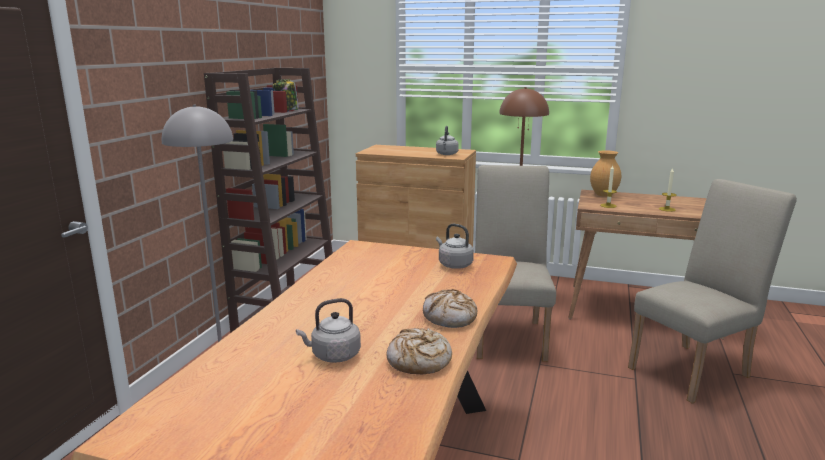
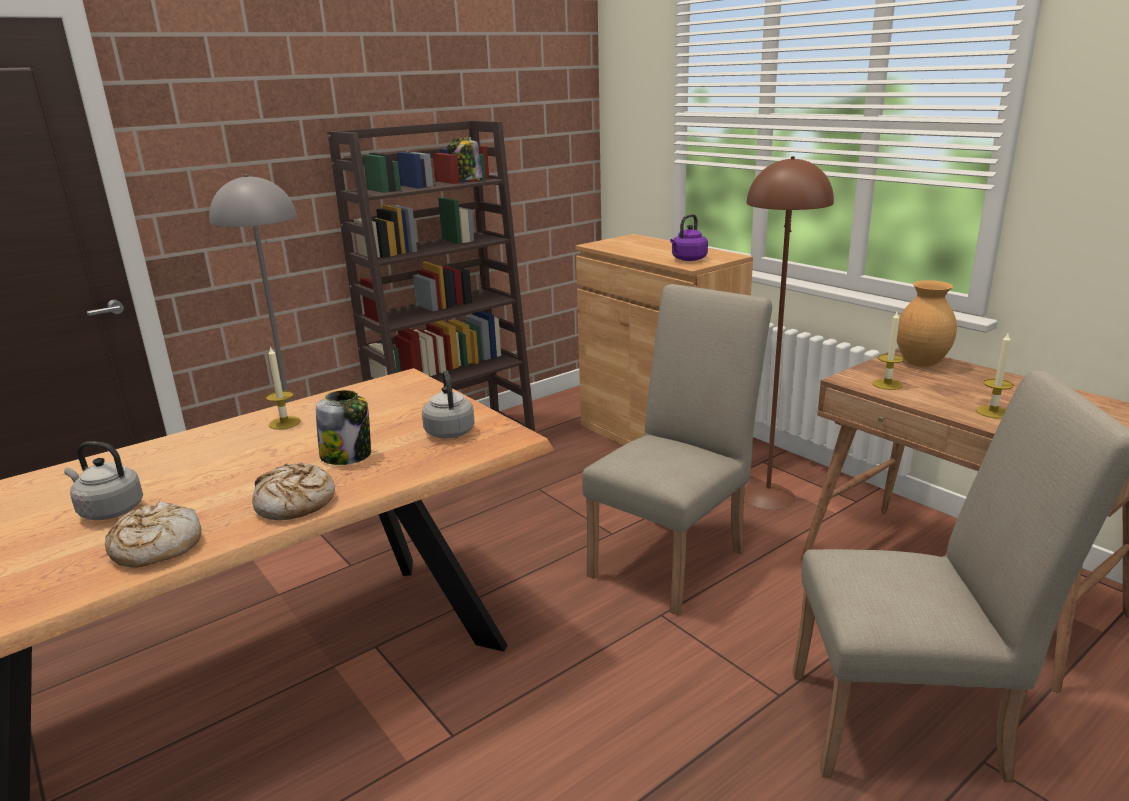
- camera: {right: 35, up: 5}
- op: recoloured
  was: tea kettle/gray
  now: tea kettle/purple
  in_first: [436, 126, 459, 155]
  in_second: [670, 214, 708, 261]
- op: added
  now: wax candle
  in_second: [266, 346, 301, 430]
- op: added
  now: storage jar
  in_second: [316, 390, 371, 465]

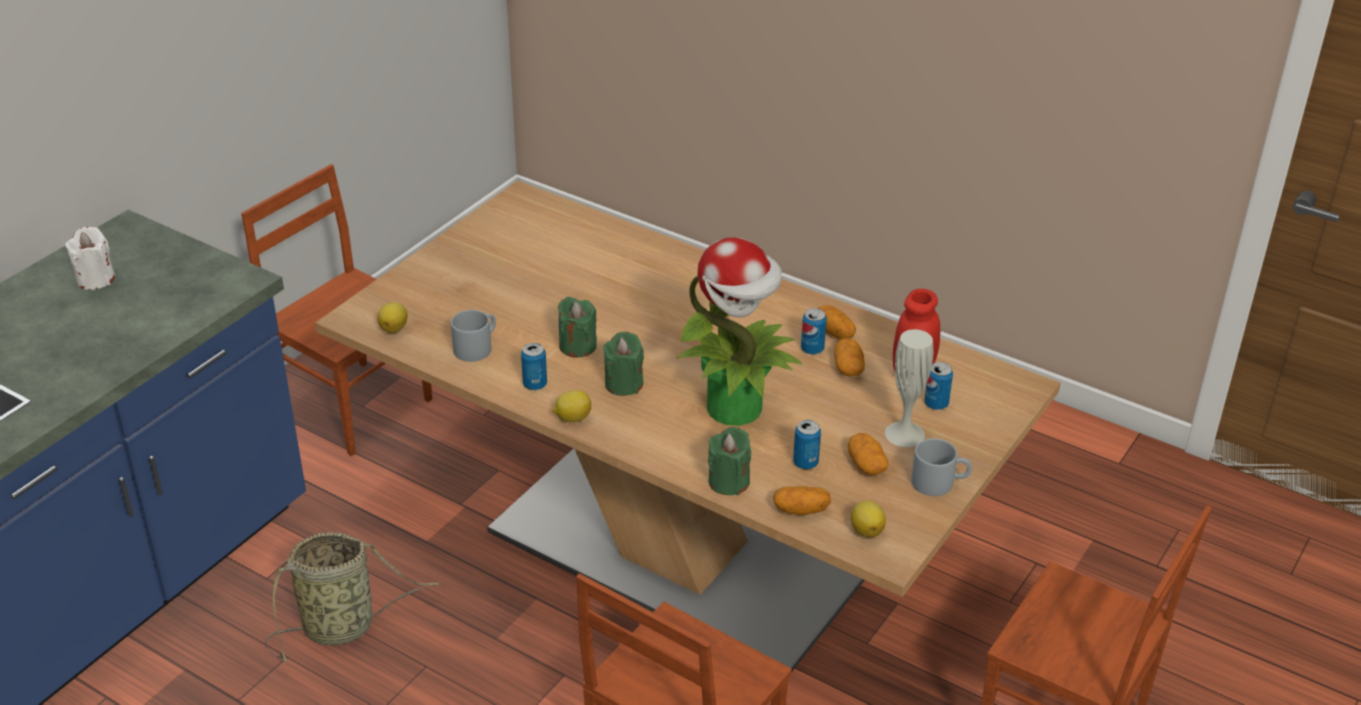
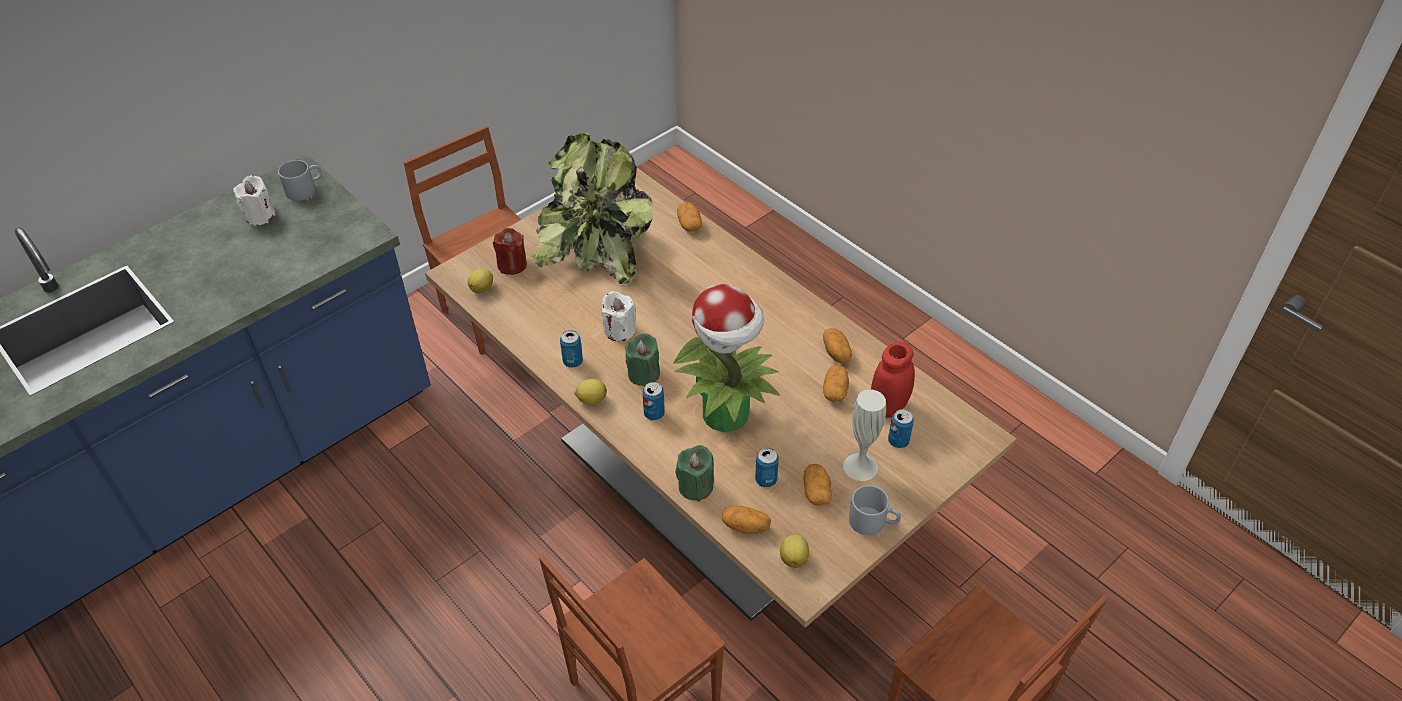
- camera: {right: 15, up: 10}
- op: recoloured
  was: wax candle/green-coloured
  now: wax candle/white
  in_first: [558, 297, 597, 358]
  in_second: [602, 291, 637, 342]
- op: moved
  was: sealed can
  in_first: [801, 308, 827, 355]
  in_second: [642, 382, 665, 420]
- op: moved
  was: coffee mug/gray
  in_first: [451, 310, 496, 362]
  in_second: [278, 160, 322, 201]
- op: removed
  was: storage basket
  in_first: [264, 532, 440, 662]
- op: added
  now: houseplant
  in_second: [532, 133, 653, 284]
- op: added
  now: potato
  in_second: [677, 202, 702, 232]
- op: added
  now: wax candle/red-coloured
  in_second: [493, 228, 527, 275]

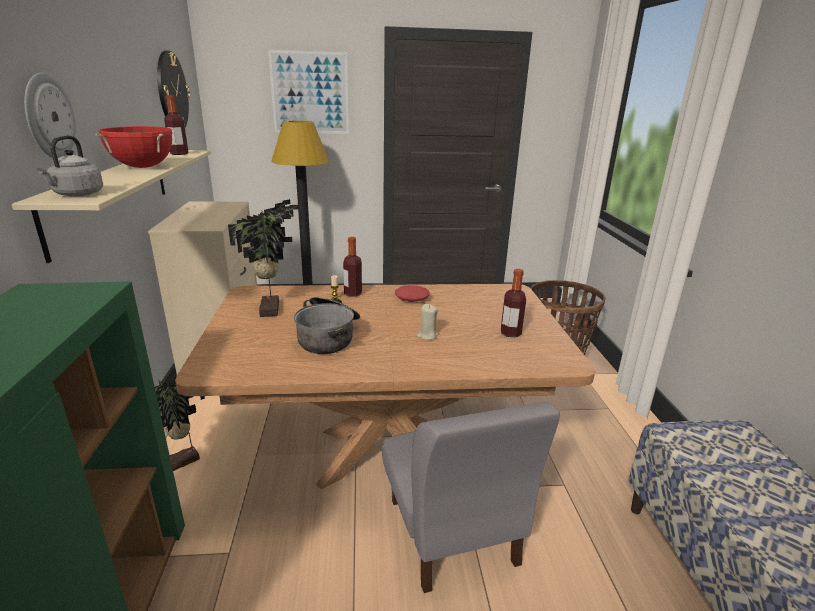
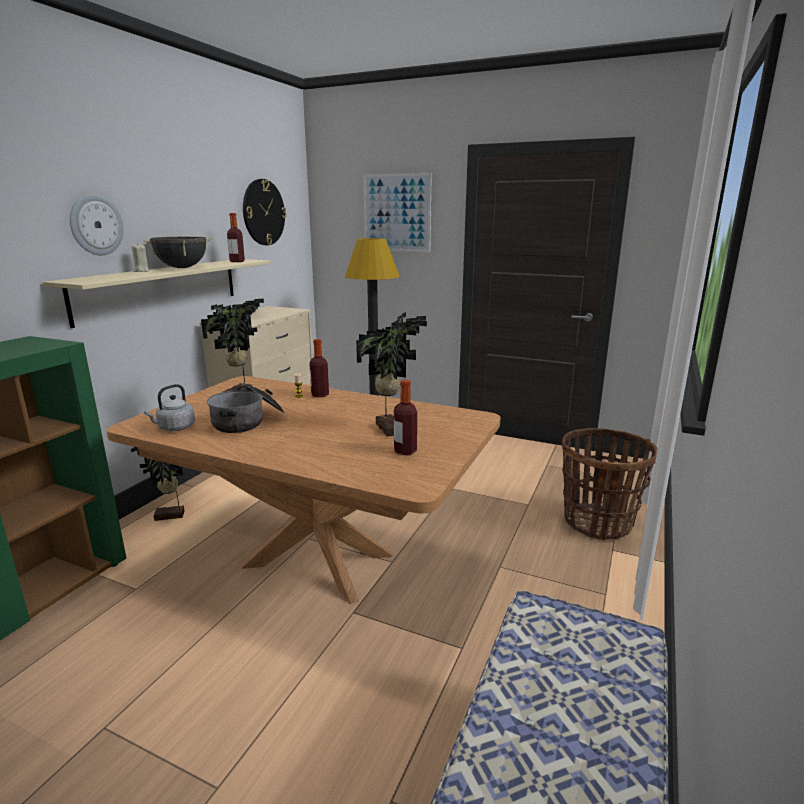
- camera: {right: 30, up: -5}
- op: recoloured
  was: cooking pot/red-coloured
  now: cooking pot/black
  in_first: [95, 126, 173, 168]
  in_second: [143, 237, 212, 268]
- op: moved
  was: tea kettle/gray
  in_first: [37, 135, 103, 197]
  in_second: [144, 384, 195, 431]
- op: removed
  was: plate/red-coloured
  in_first: [395, 285, 430, 302]
- op: moved
  was: wax candle/beige-coloured
  in_first: [417, 304, 438, 340]
  in_second: [131, 243, 150, 272]
- op: removed
  was: plain chair/gray
  in_first: [382, 402, 560, 593]
- op: added
  now: houseplant
  in_second: [356, 312, 427, 436]

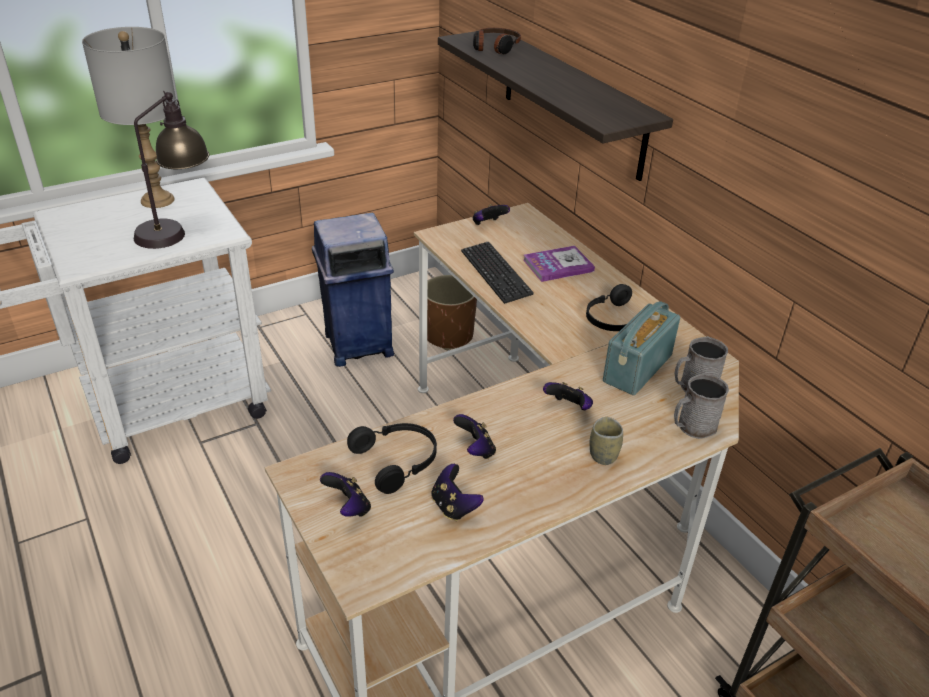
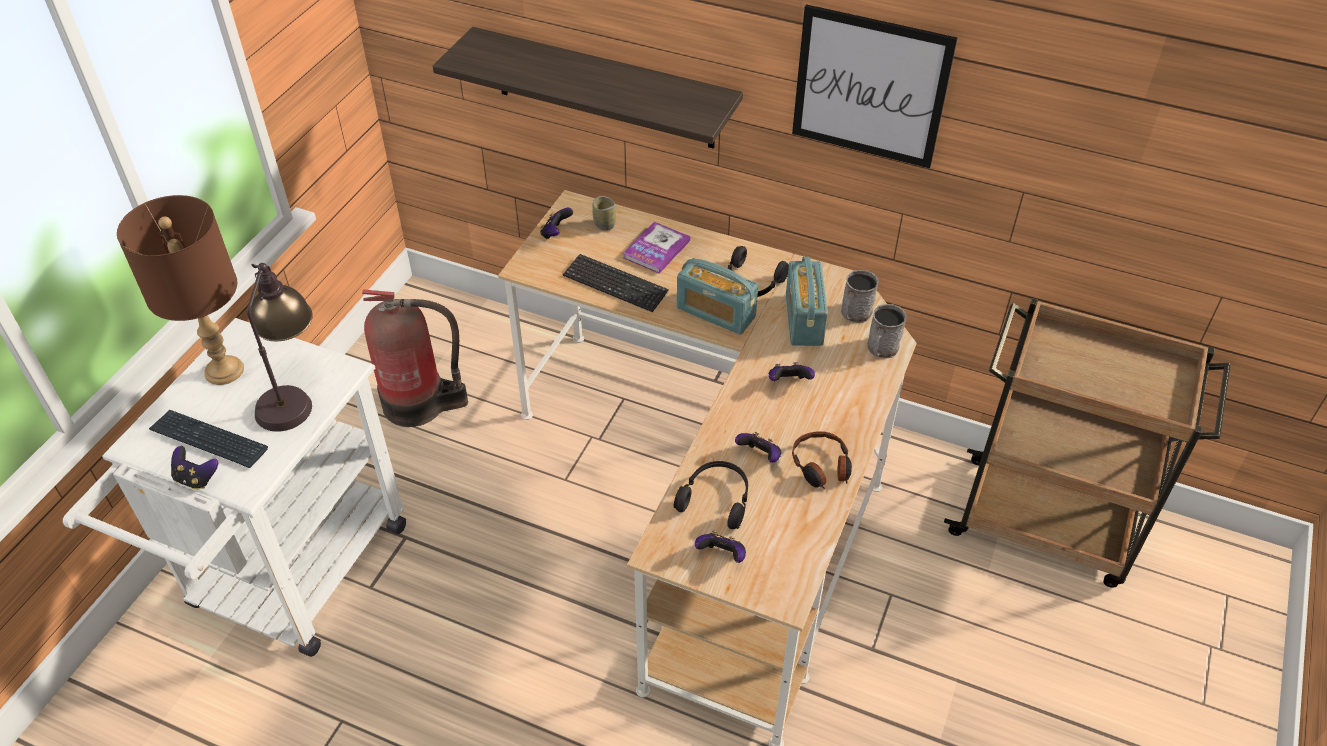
- camera: {right: -35, up: 10}
- op: recoloured
  was: lamp for a table/gray
  now: lamp for a table/brownish
  in_first: [82, 27, 177, 208]
  in_second: [117, 195, 244, 385]
- op: moved
  was: pair of headphones
  in_first: [473, 28, 521, 54]
  in_second: [792, 431, 852, 489]
- op: replaced
  was: trash can/blue-coloured
  now: fire extinguisher
  in_first: [312, 213, 394, 367]
  in_second: [362, 289, 468, 427]
- op: removed
  was: flower pot/brownish
  in_first: [427, 275, 477, 350]
- op: moved
  was: small cup
  in_first: [590, 417, 623, 465]
  in_second: [592, 196, 616, 231]
- op: moved
  was: gamepad
  in_first: [431, 464, 484, 521]
  in_second: [171, 446, 218, 489]
- op: added
  now: wall picture
  in_second: [792, 4, 958, 168]
- op: added
  now: radio set
  in_second: [677, 258, 758, 335]
- op: added
  now: keyboard
  in_second: [149, 409, 268, 468]

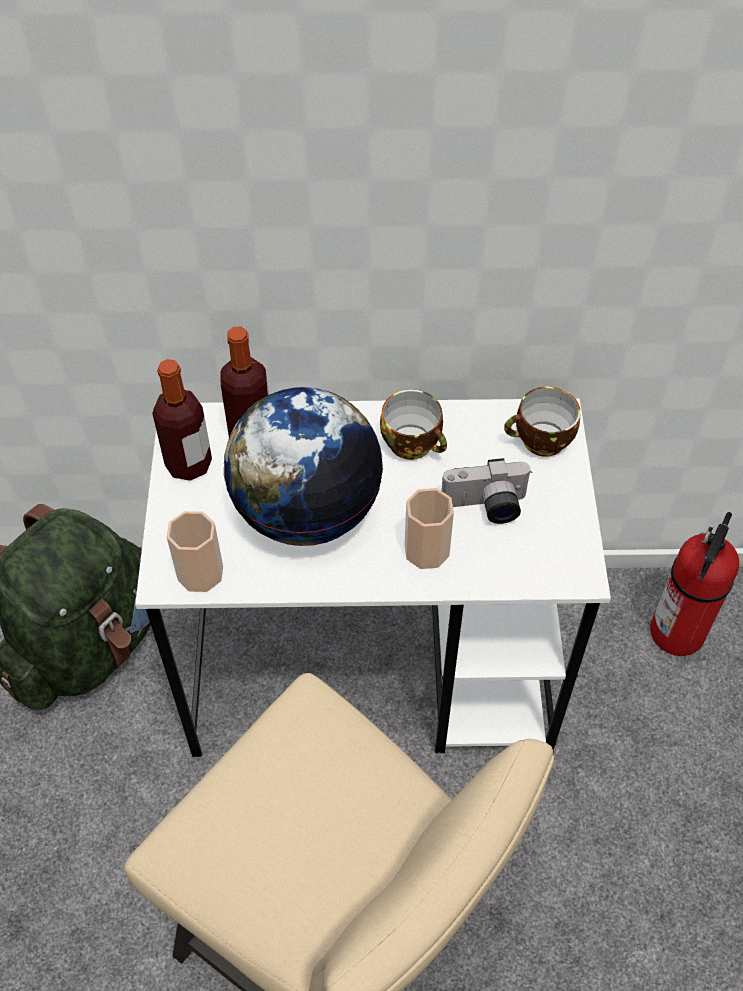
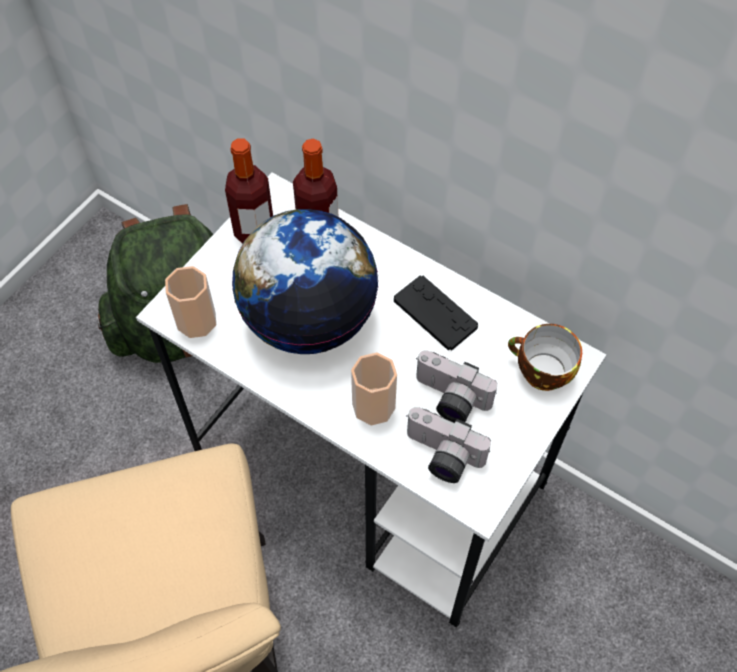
- camera: {right: 35, up: 5}
- op: replaced
  was: small cup
  now: gamepad/black
  in_first: [380, 390, 447, 460]
  in_second: [394, 276, 478, 351]
- op: removed
  was: fire extinguisher
  in_first: [650, 512, 739, 656]
- op: added
  now: still camera
  in_second: [406, 407, 491, 483]

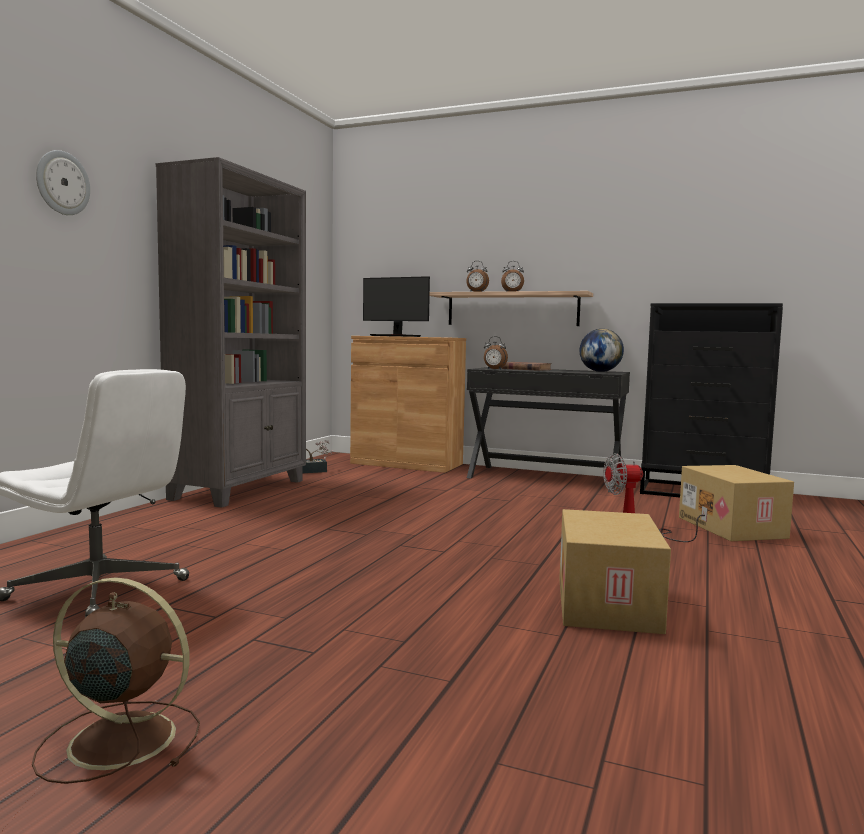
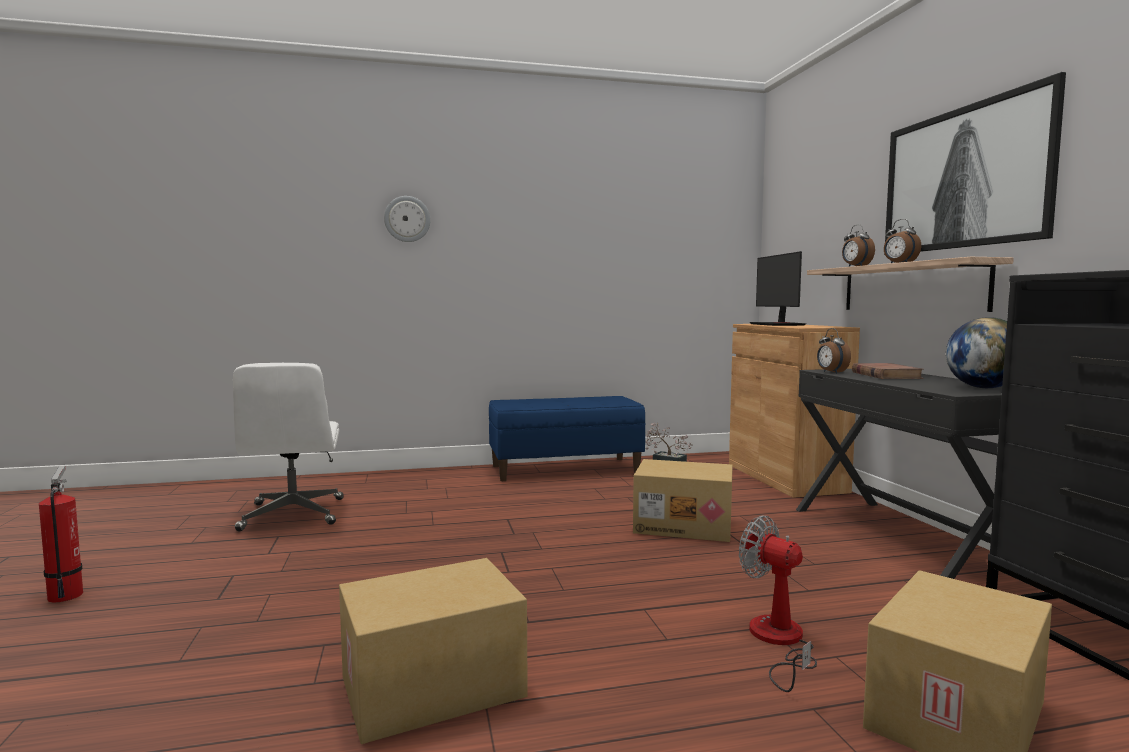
- camera: {right: 55, up: 0}
- op: replaced
  was: bookcase/gray
  now: long seat/blue-coloured
  in_first: [156, 157, 306, 508]
  in_second: [489, 396, 646, 481]
- op: replaced
  was: cooling fan/brownish
  now: fire extinguisher
  in_first: [32, 577, 200, 784]
  in_second: [39, 466, 83, 602]
- op: added
  now: wall picture
  in_second: [884, 72, 1066, 255]
- op: added
  now: carton
  in_second: [633, 459, 733, 542]

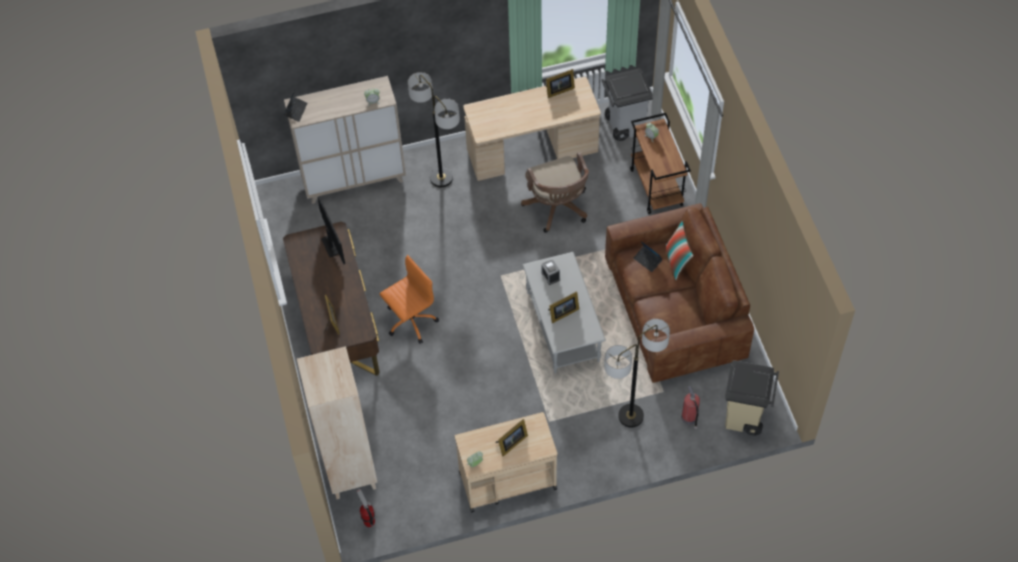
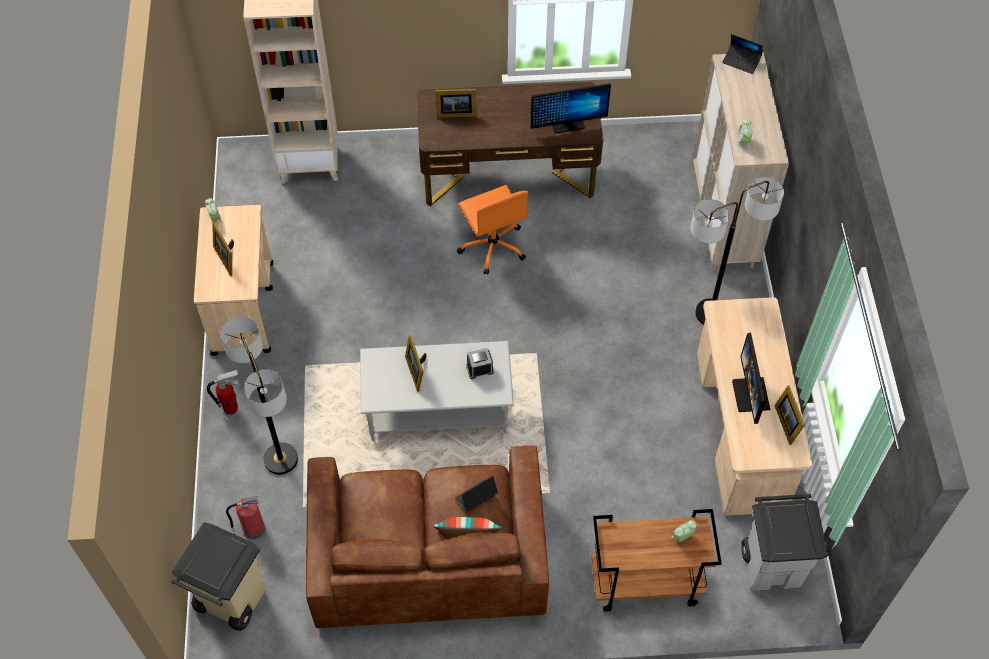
- camera: {right: 100, up: 0}
- op: removed
  was: desk chair/brownish
  in_first: [521, 152, 589, 233]
- op: moved
  was: fire extinguisher
  in_first: [357, 489, 375, 527]
  in_second: [207, 370, 241, 415]
- op: added
  now: computer screen
  in_second: [732, 333, 770, 424]

